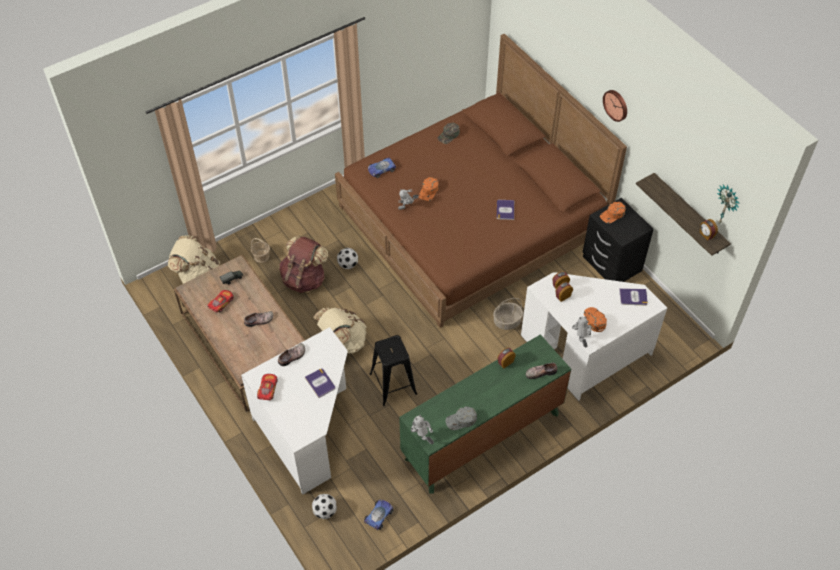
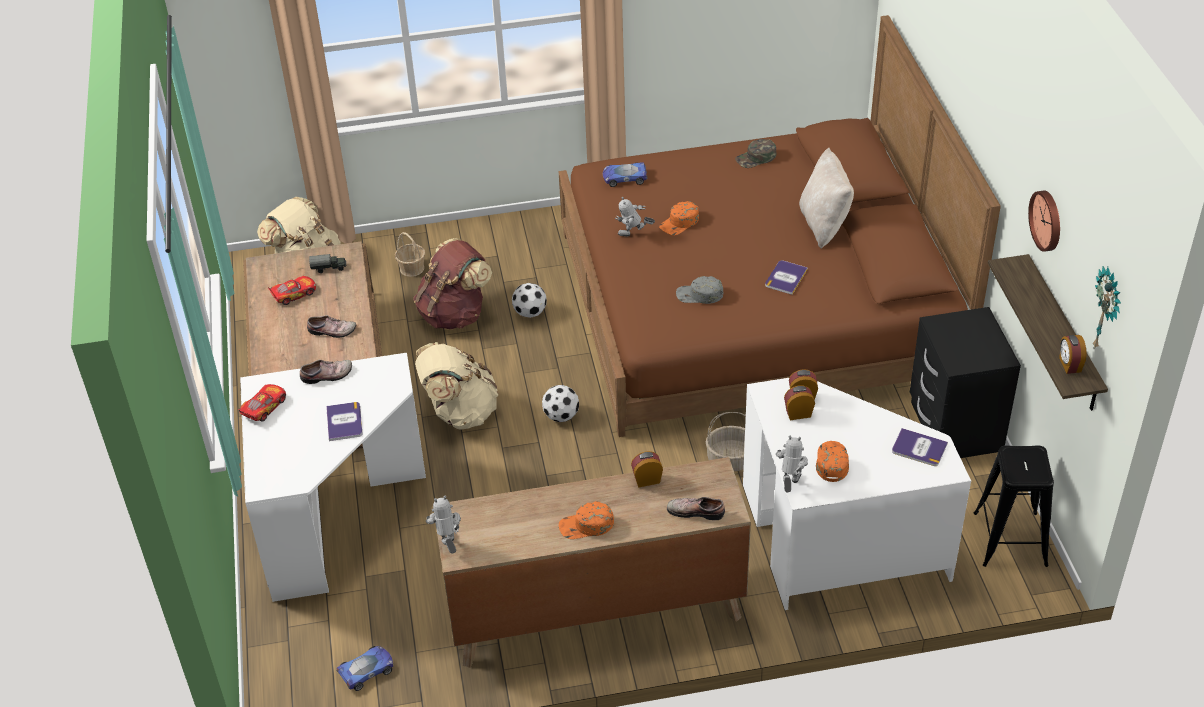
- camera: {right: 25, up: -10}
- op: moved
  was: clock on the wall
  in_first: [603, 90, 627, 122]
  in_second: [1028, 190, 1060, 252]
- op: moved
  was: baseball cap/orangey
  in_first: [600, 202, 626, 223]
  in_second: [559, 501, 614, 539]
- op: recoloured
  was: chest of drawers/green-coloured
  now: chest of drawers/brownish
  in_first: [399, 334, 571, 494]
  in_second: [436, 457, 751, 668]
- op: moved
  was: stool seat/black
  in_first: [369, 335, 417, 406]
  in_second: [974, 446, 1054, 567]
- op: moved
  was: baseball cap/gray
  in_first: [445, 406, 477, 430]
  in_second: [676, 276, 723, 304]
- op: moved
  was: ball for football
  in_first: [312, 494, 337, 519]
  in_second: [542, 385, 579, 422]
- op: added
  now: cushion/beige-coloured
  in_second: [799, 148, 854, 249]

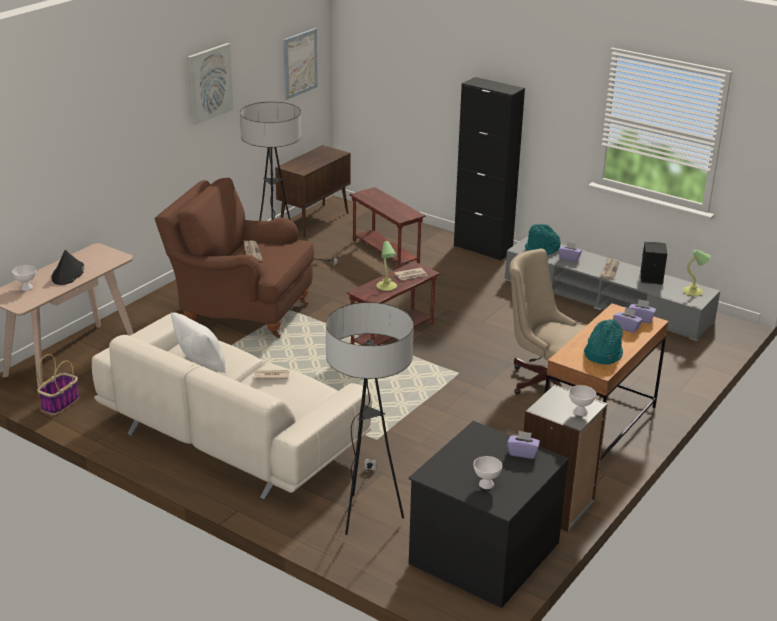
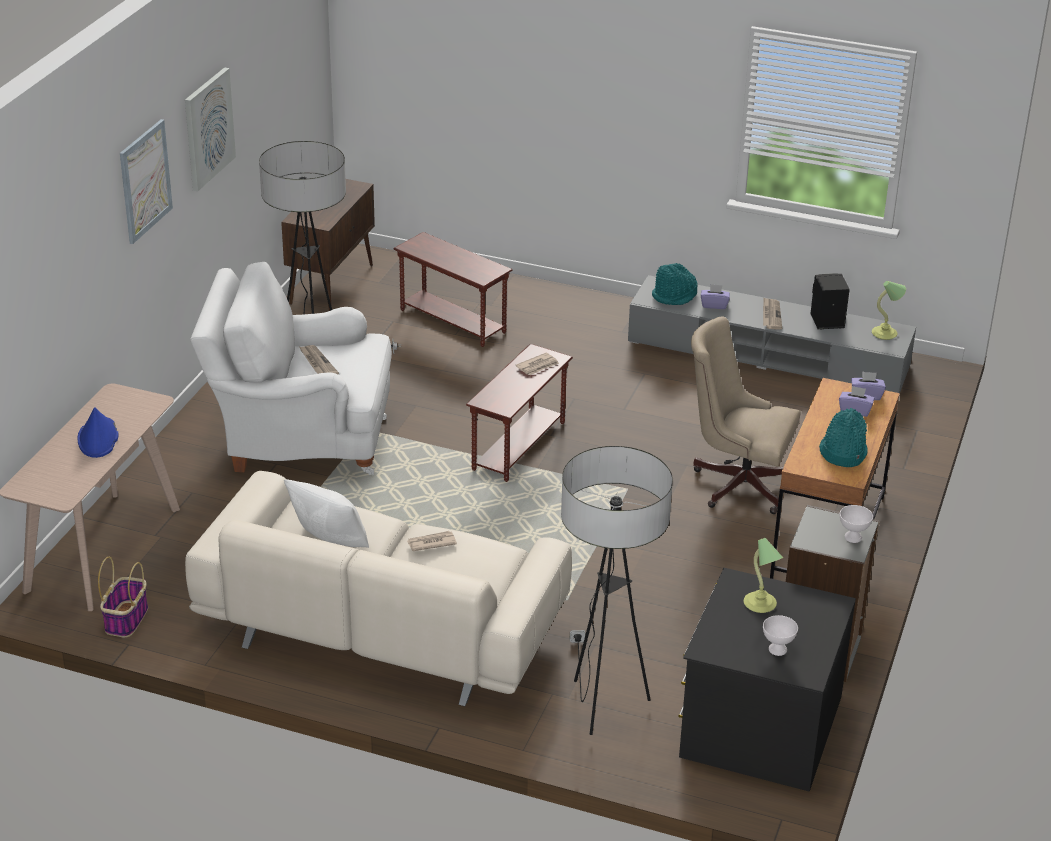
- camera: {right: -15, up: 5}
- op: moved
  was: wall picture
  in_first: [283, 28, 318, 100]
  in_second: [120, 119, 173, 244]
- op: removed
  was: cabinet/black
  in_first: [454, 77, 525, 261]
- op: recoloured
  was: easy chair/brownish
  now: easy chair/white
  in_first: [155, 178, 314, 338]
  in_second: [190, 262, 392, 475]
- op: moved
  was: lamp for a table
  in_first: [376, 241, 397, 291]
  in_second: [744, 538, 783, 613]
- op: recoloured
  was: wearable hat/black
  now: wearable hat/blue-coloured
  in_first: [51, 250, 84, 285]
  in_second: [77, 407, 118, 458]
- op: removed
  was: deep dish/white
  in_first: [12, 265, 36, 291]
- op: removed
  was: tissue holder/purple
  in_first: [507, 431, 540, 459]

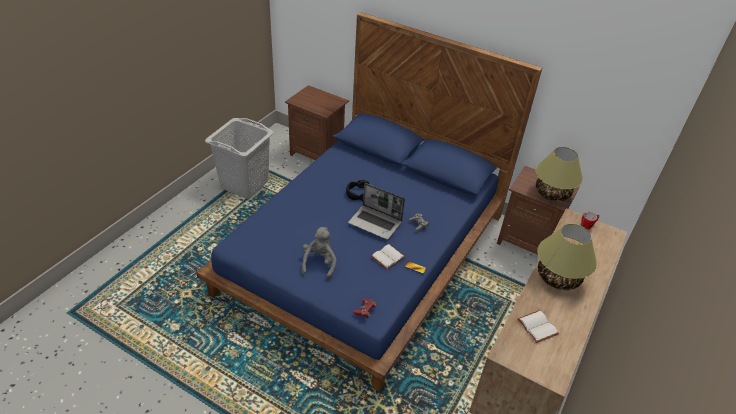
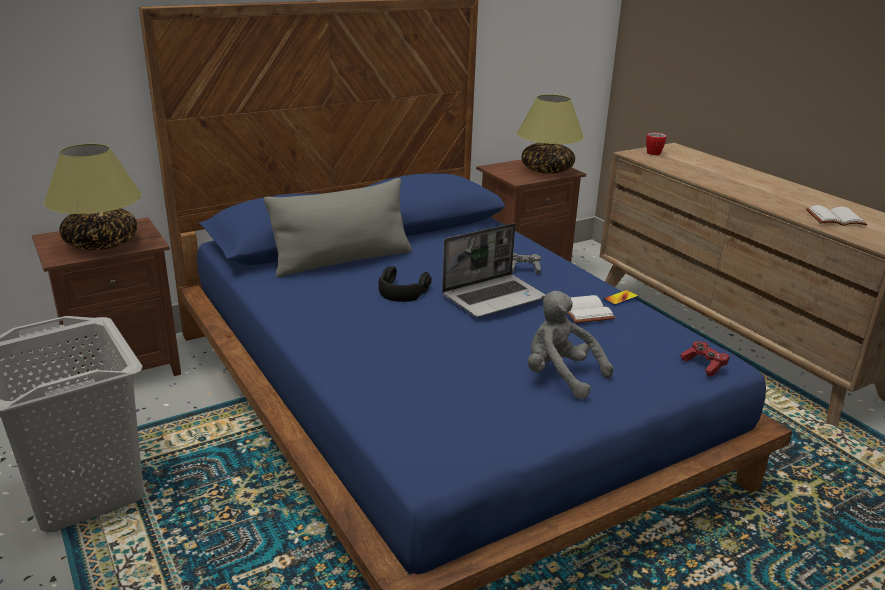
- camera: {right: -60, up: -15}
- op: moved
  was: lamp for a table
  in_first: [537, 224, 597, 290]
  in_second: [44, 144, 142, 250]
- op: added
  now: cushion/gray
  in_second: [264, 178, 412, 277]

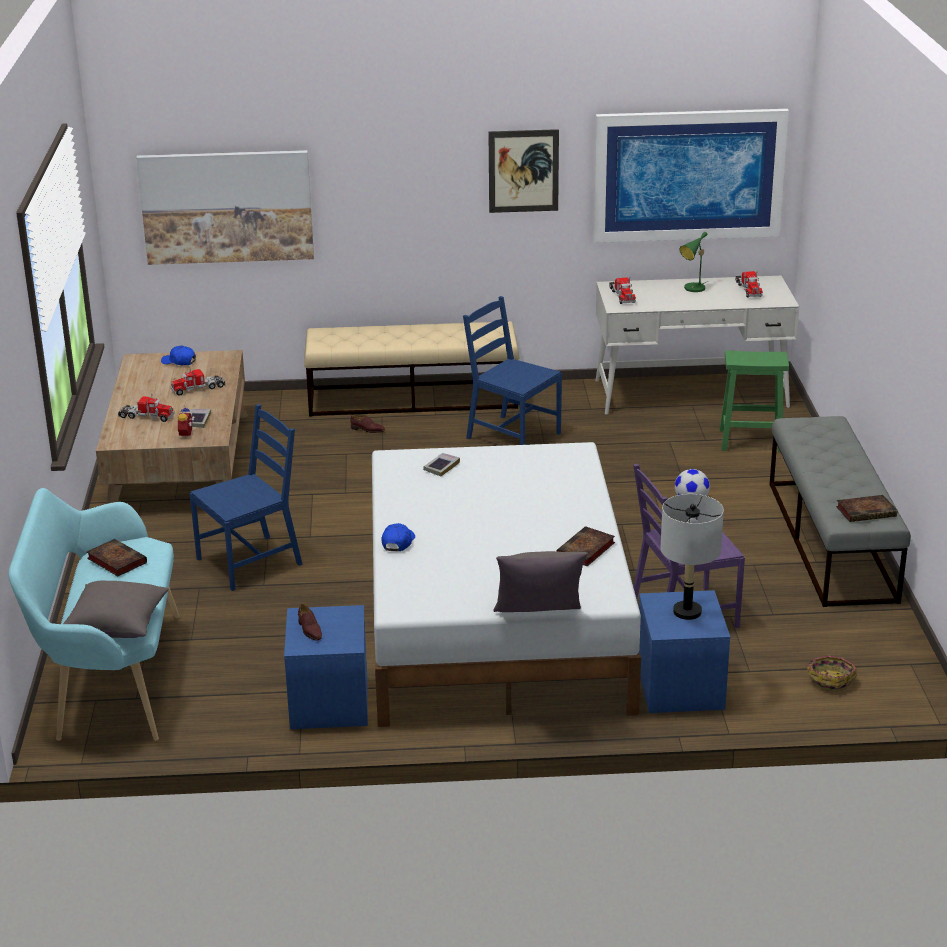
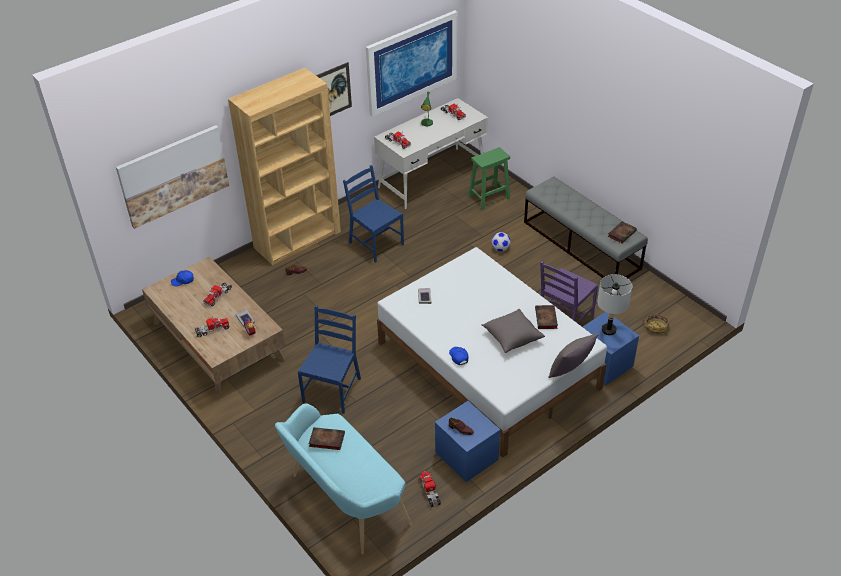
- camera: {right: -35, up: 15}
- op: turned
  was: plain chair/blue-coloured
  in_first: [463, 296, 562, 445]
  in_second: [343, 165, 404, 263]
  clockwise: 45
- op: replaced
  was: long seat/beige-coloured
  now: bookcase/brownish
  in_first: [304, 321, 520, 416]
  in_second: [228, 68, 341, 265]
- op: moved
  was: cushion/gray
  in_first: [63, 581, 169, 638]
  in_second: [481, 309, 545, 353]
- op: added
  now: toy lorry
  in_second: [419, 471, 441, 507]

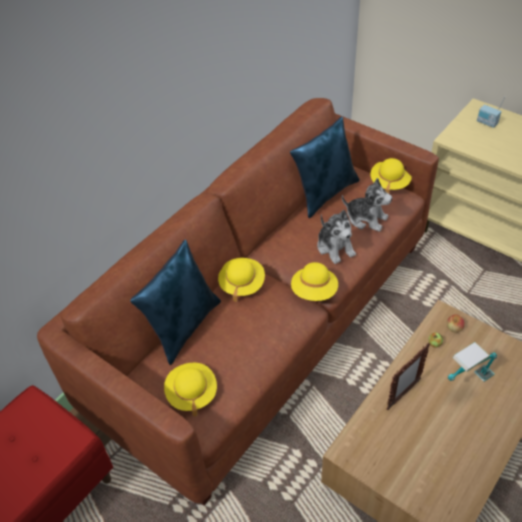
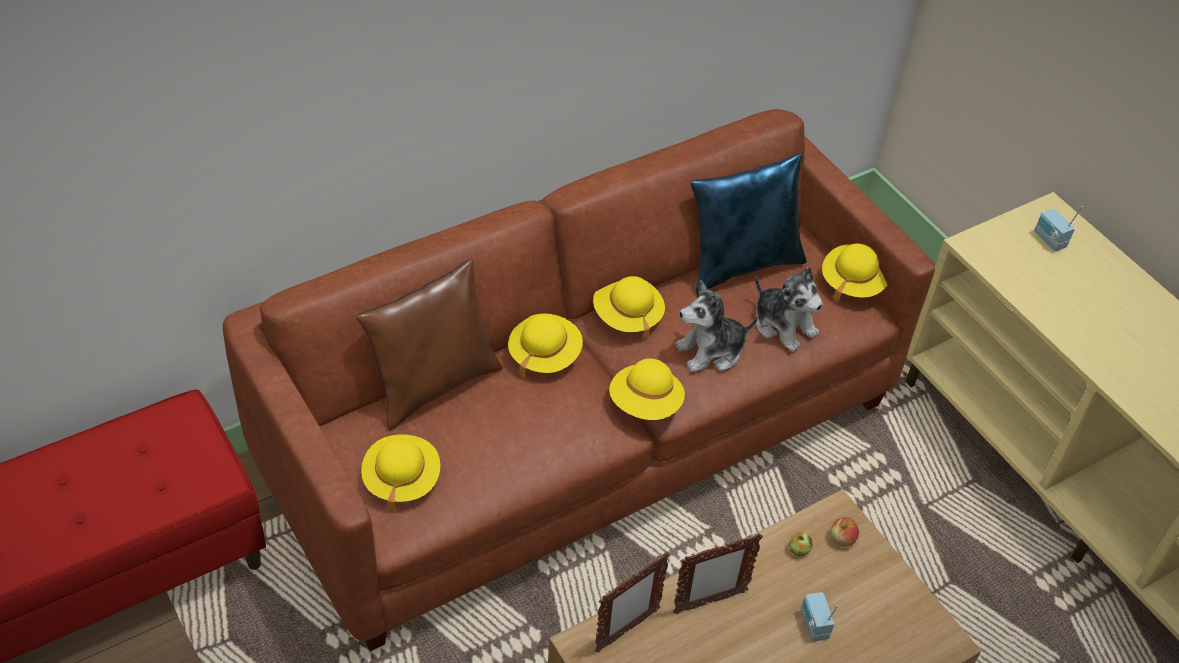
- camera: {right: 15, up: 0}
- op: turned
  was: soft toy
  in_first: [317, 210, 356, 264]
  in_second: [675, 280, 758, 372]
  clockwise: 75
- op: recoloured
  was: cushion/blue-coloured
  now: cushion/brownish
  in_first: [130, 240, 221, 365]
  in_second: [356, 259, 503, 430]
- op: replaced
  was: lamp for a table
  now: radio set
  in_first: [448, 342, 497, 382]
  in_second: [801, 592, 838, 642]
- op: added
  now: wearable hat/yellow-coloured
  in_second: [593, 276, 665, 340]
- op: added
  now: picture frame
  in_second: [595, 552, 670, 653]

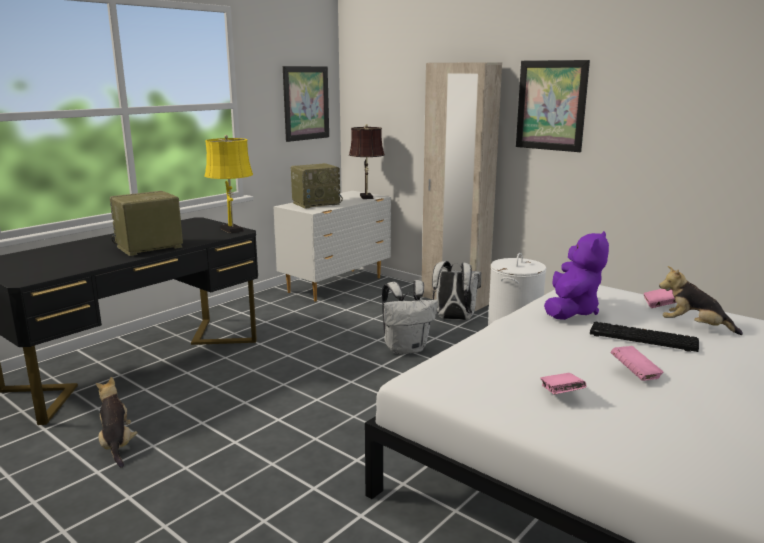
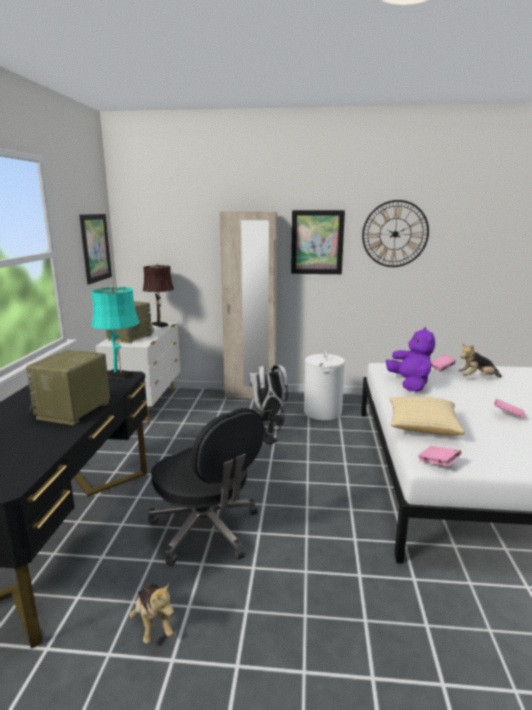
- camera: {right: -35, up: 0}
- op: recoloured
  was: lamp for a table/yellow-coloured
  now: lamp for a table/turquoise-coloured
  in_first: [204, 135, 253, 233]
  in_second: [91, 285, 139, 379]
- op: replaced
  was: knapsack/white
  now: cooling fan/black
  in_first: [382, 280, 438, 355]
  in_second: [258, 402, 284, 445]
- op: removed
  was: keyboard
  in_first: [590, 321, 699, 352]
- op: moved
  was: bound book/pink
  in_first: [540, 373, 586, 394]
  in_second: [418, 446, 462, 466]
- op: turned
  was: soft toy
  in_first: [96, 377, 138, 468]
  in_second: [129, 583, 174, 644]
  clockwise: -150
- op: added
  now: clock on the wall
  in_second: [362, 200, 429, 267]
- op: added
  now: cushion
  in_second: [390, 397, 465, 435]
- op: added
  now: desk chair/black
  in_second: [148, 408, 264, 566]

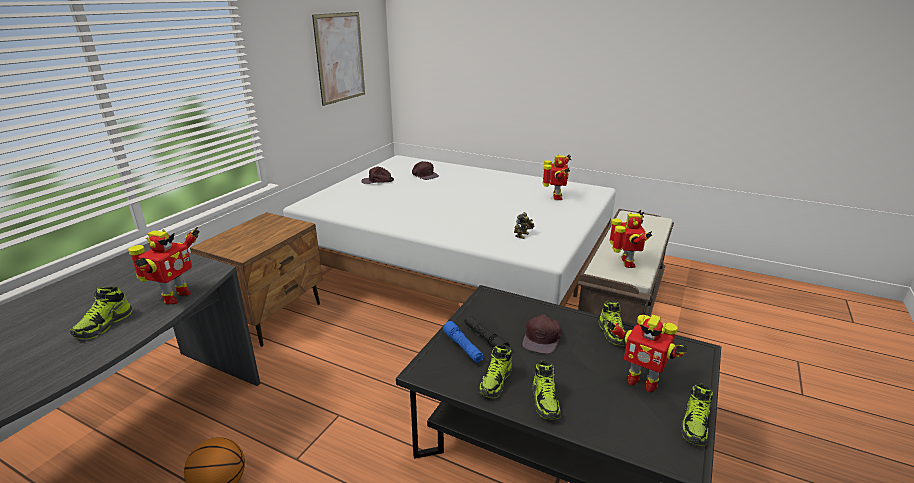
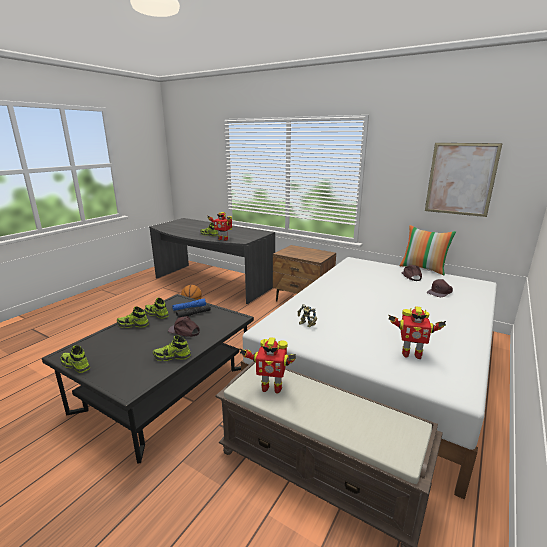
- camera: {right: 95, up: -5}
- op: removed
  was: robot figure
  in_first: [607, 315, 687, 392]
- op: added
  now: cushion
  in_second: [400, 225, 456, 275]

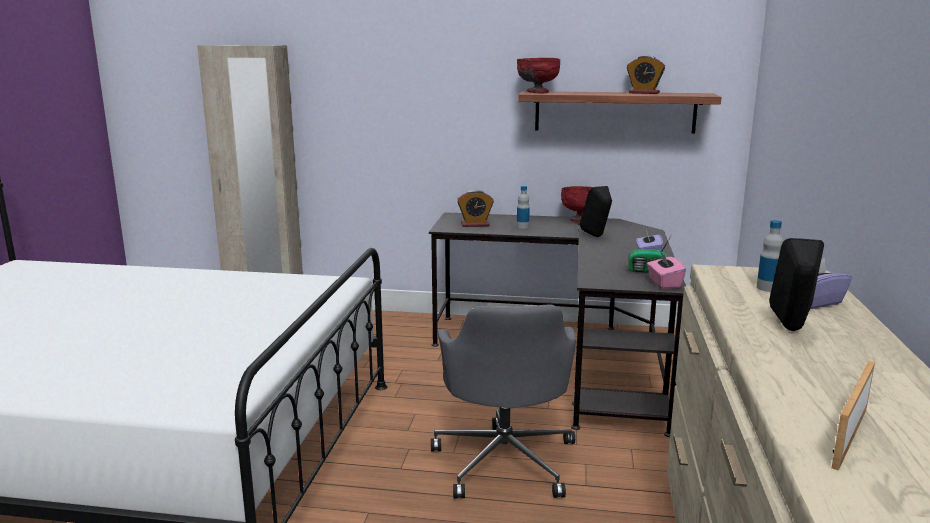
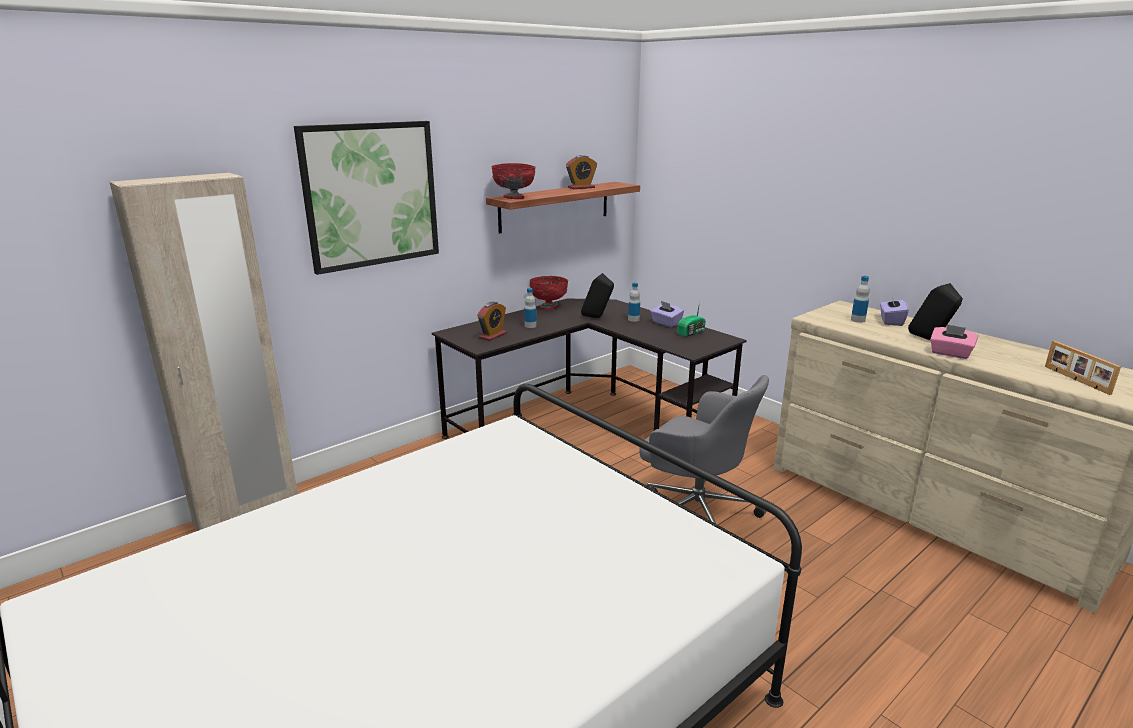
- camera: {right: -50, up: 5}
- op: moved
  was: tissue holder/pink
  in_first: [647, 251, 686, 289]
  in_second: [930, 324, 978, 359]
- op: added
  now: wall picture
  in_second: [294, 121, 439, 275]
- op: added
  now: bottle
  in_second: [628, 282, 640, 322]

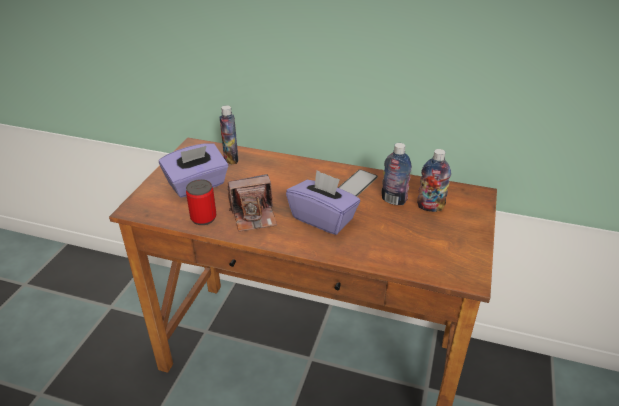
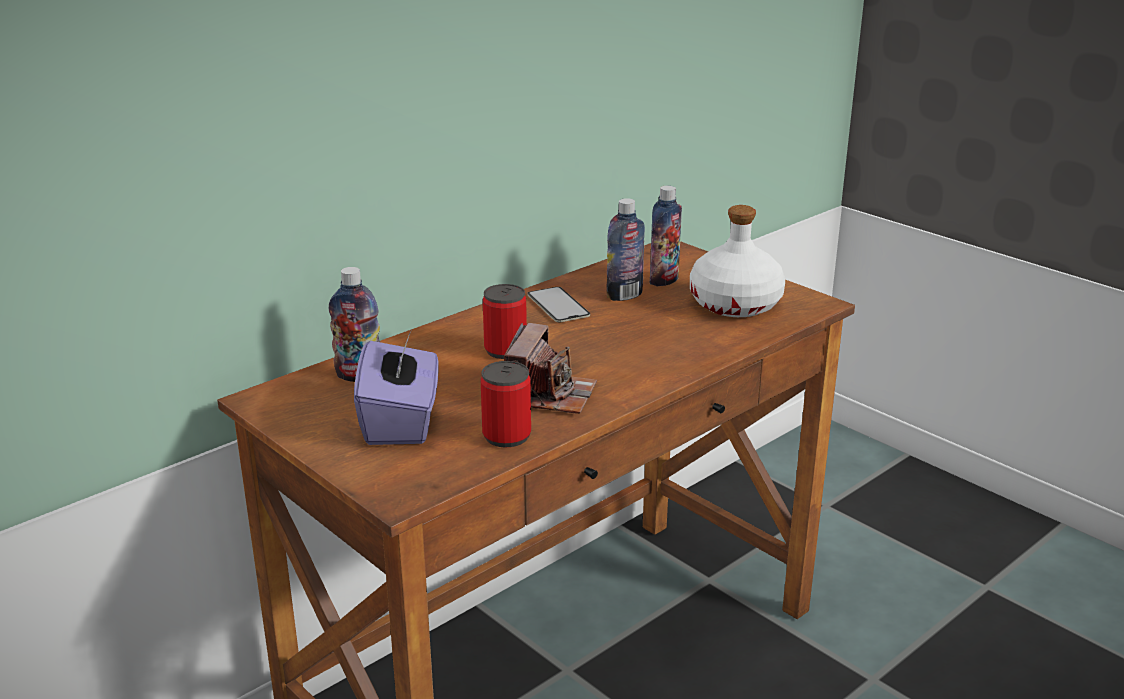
- camera: {right: -60, up: -10}
- op: removed
  was: tissue holder/purple
  in_first: [286, 170, 360, 235]
- op: added
  now: bottle/white
  in_second: [690, 205, 785, 317]
- op: added
  now: sealed can
  in_second: [483, 284, 527, 359]

